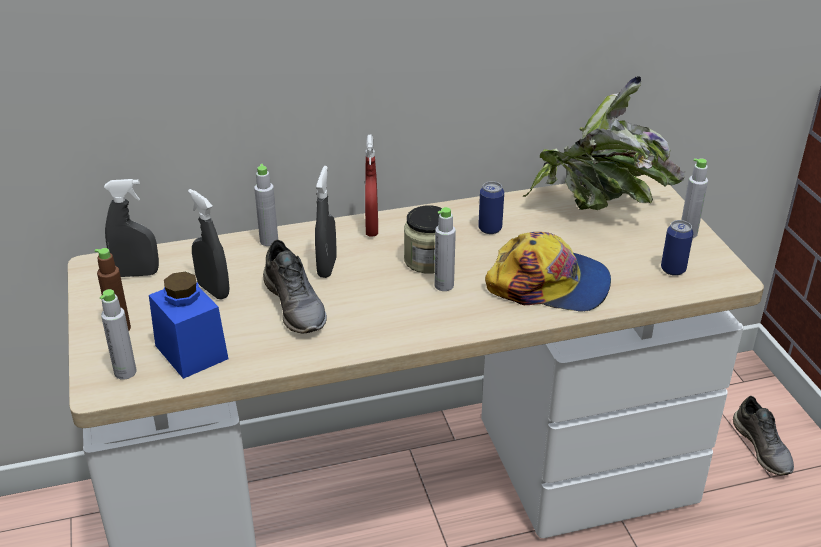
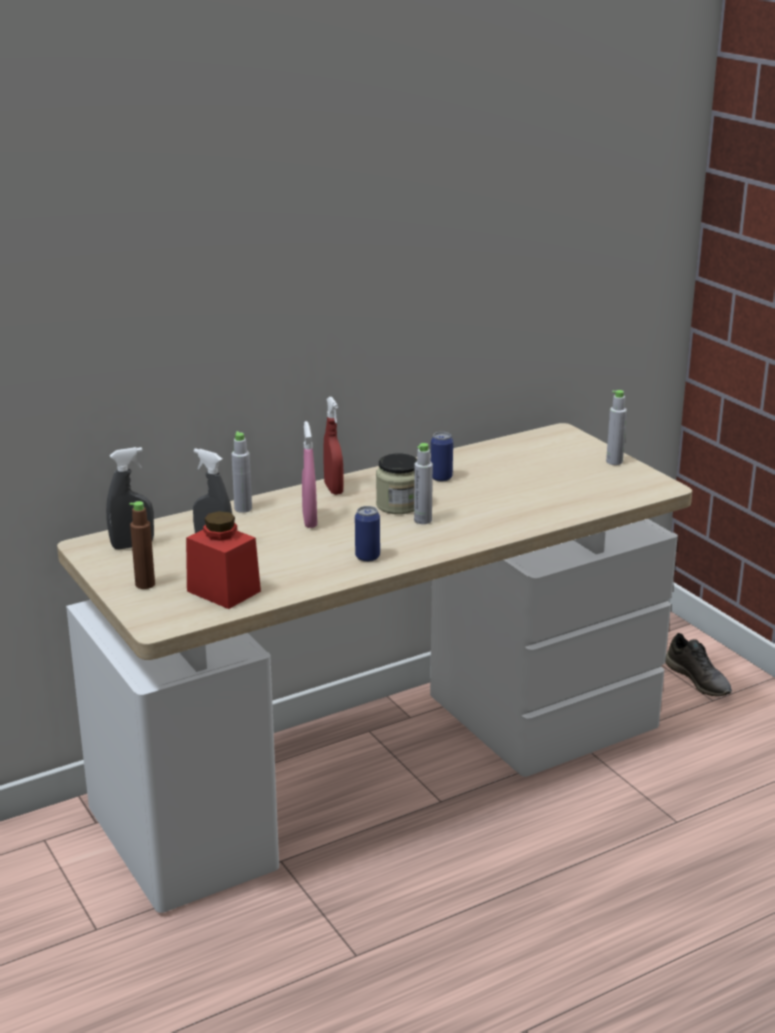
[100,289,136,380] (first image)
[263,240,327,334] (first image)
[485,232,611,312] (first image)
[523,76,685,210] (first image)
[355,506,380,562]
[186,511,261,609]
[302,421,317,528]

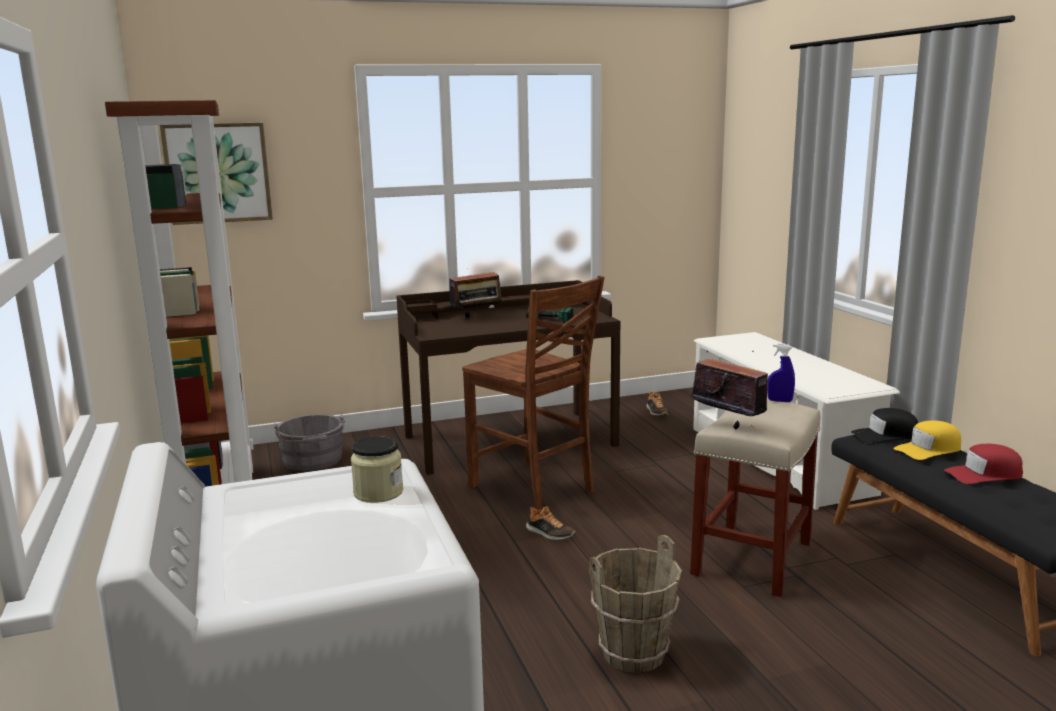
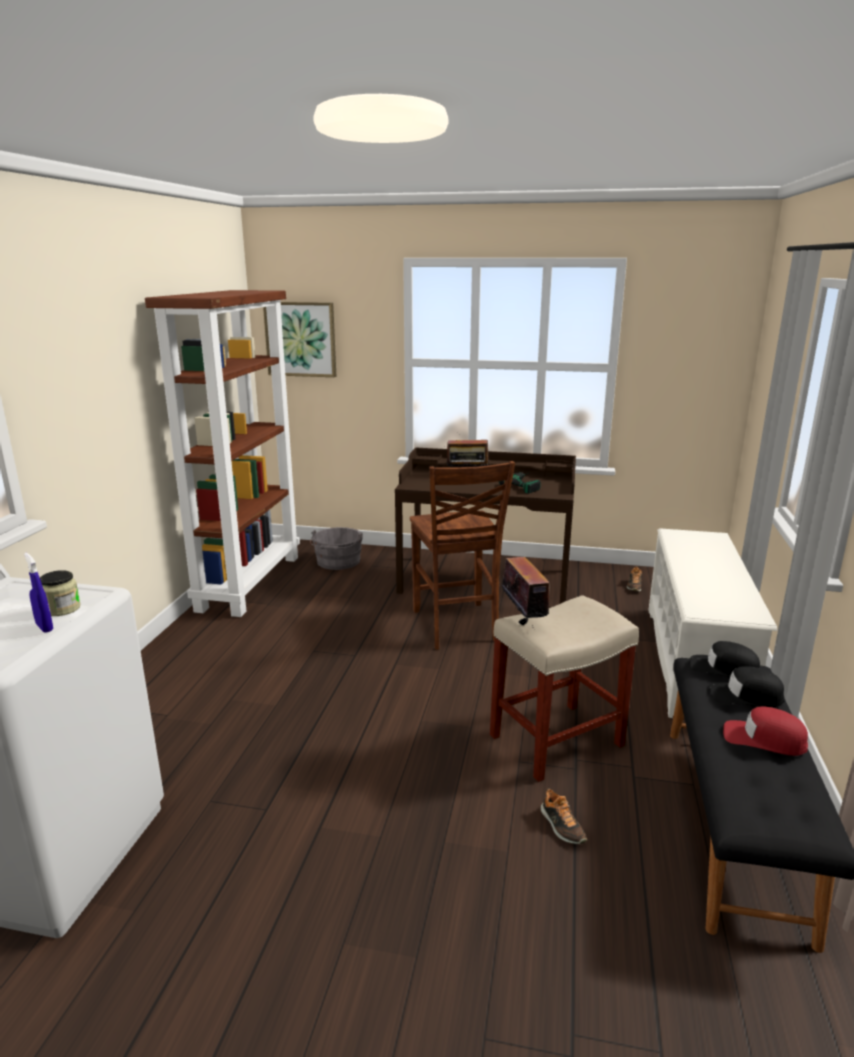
[590,535,682,673] (first image)
[541,788,587,844]
[24,553,53,633]
[708,666,785,707]

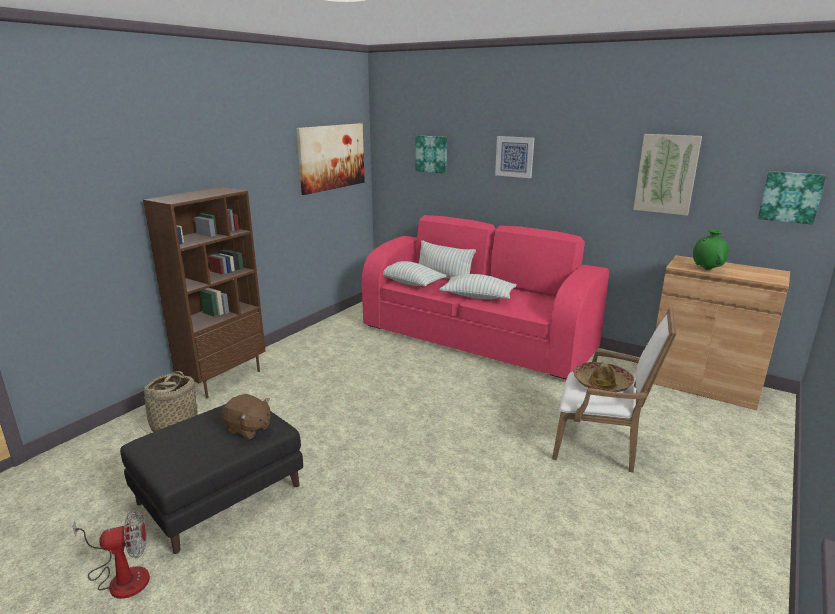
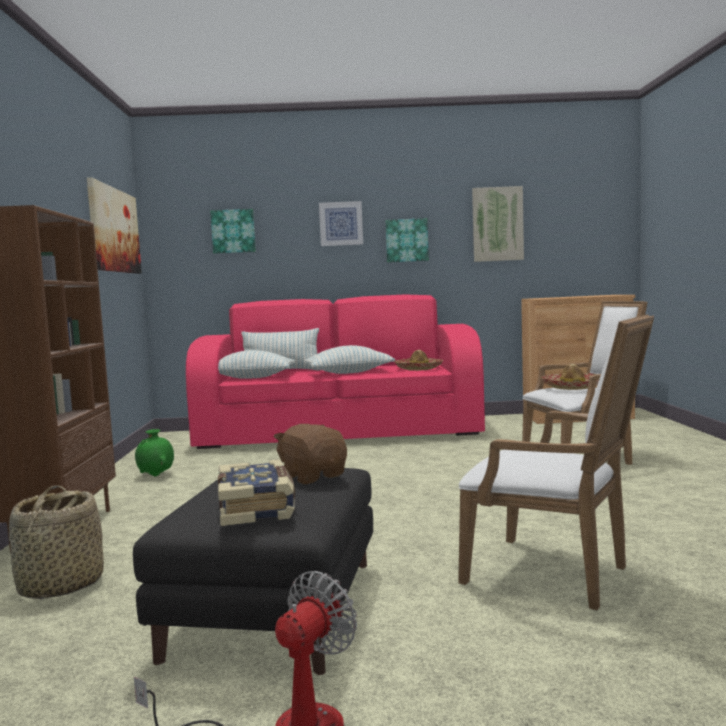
[218,460,295,526]
[394,350,443,371]
[458,314,654,610]
[135,429,174,476]
[385,218,429,262]
[274,424,347,484]

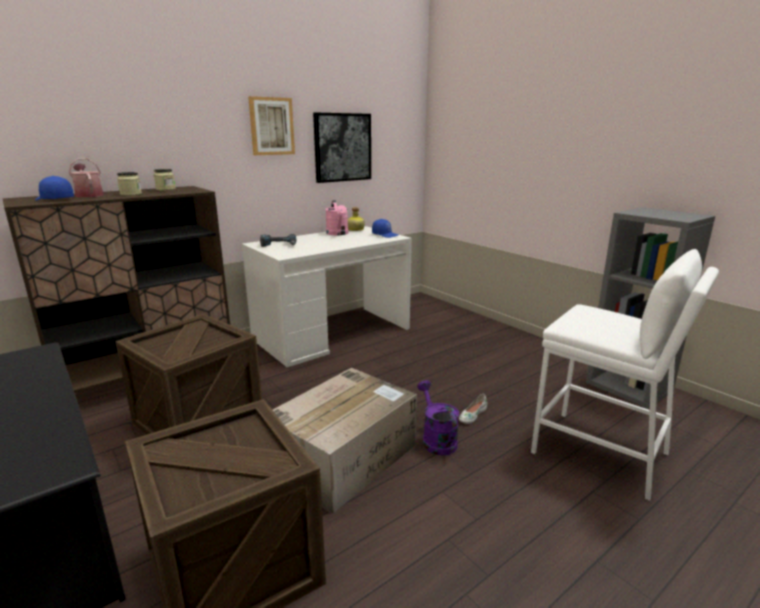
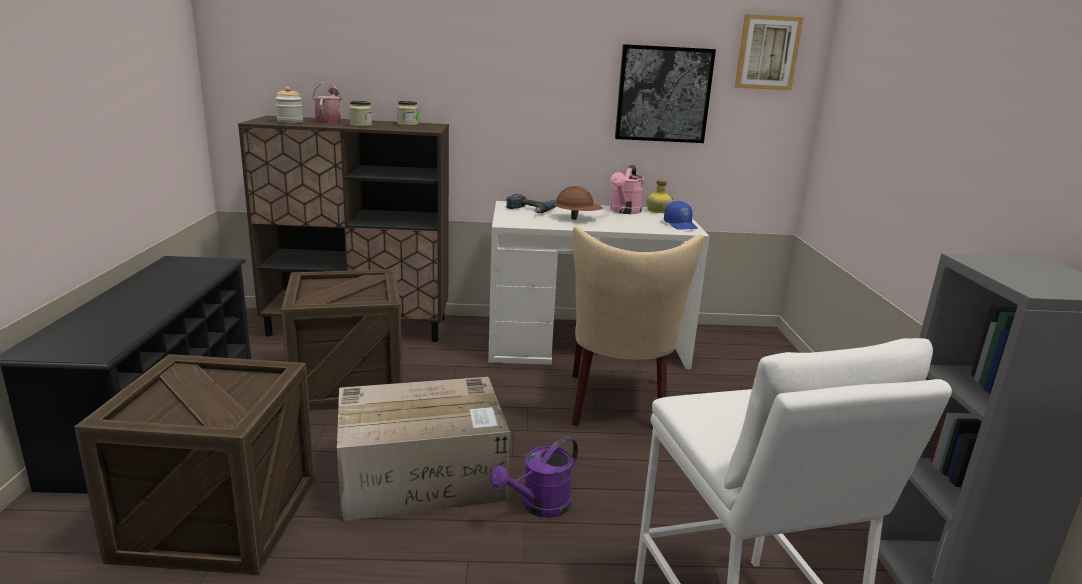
[459,394,487,424] (first image)
[554,186,602,220]
[572,226,704,427]
[735,14,803,90]
[275,87,303,123]
[490,436,578,518]

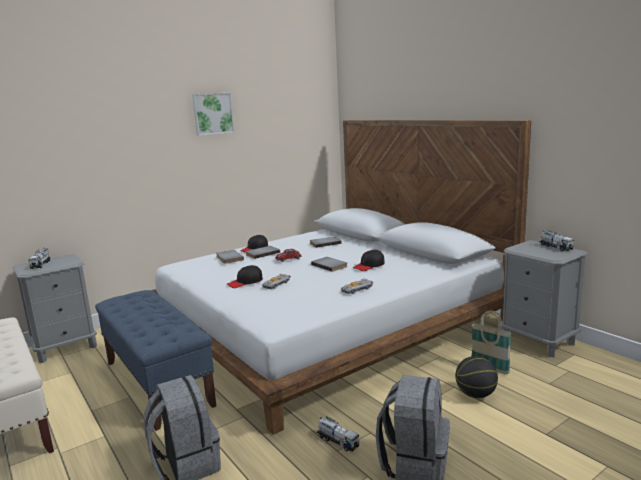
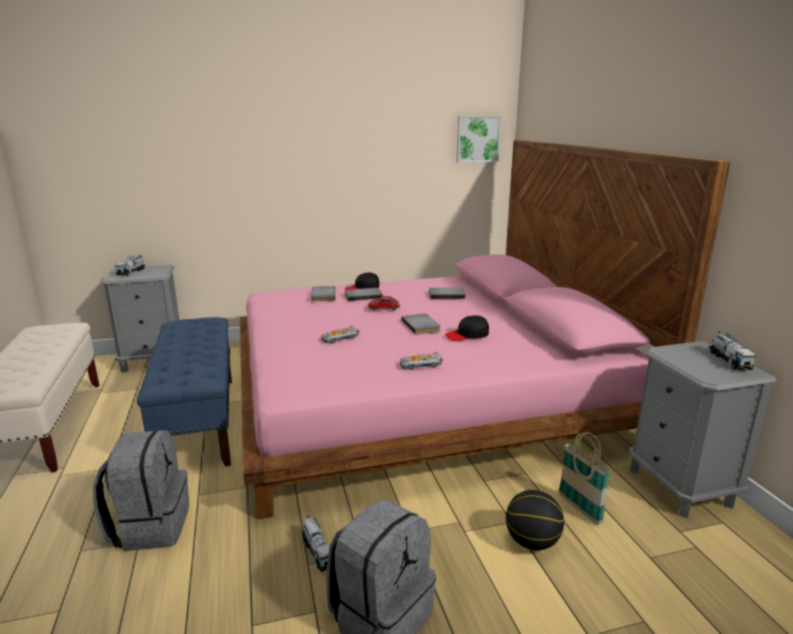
[227,265,263,288] (first image)
[456,116,501,163]
[240,140,730,519]

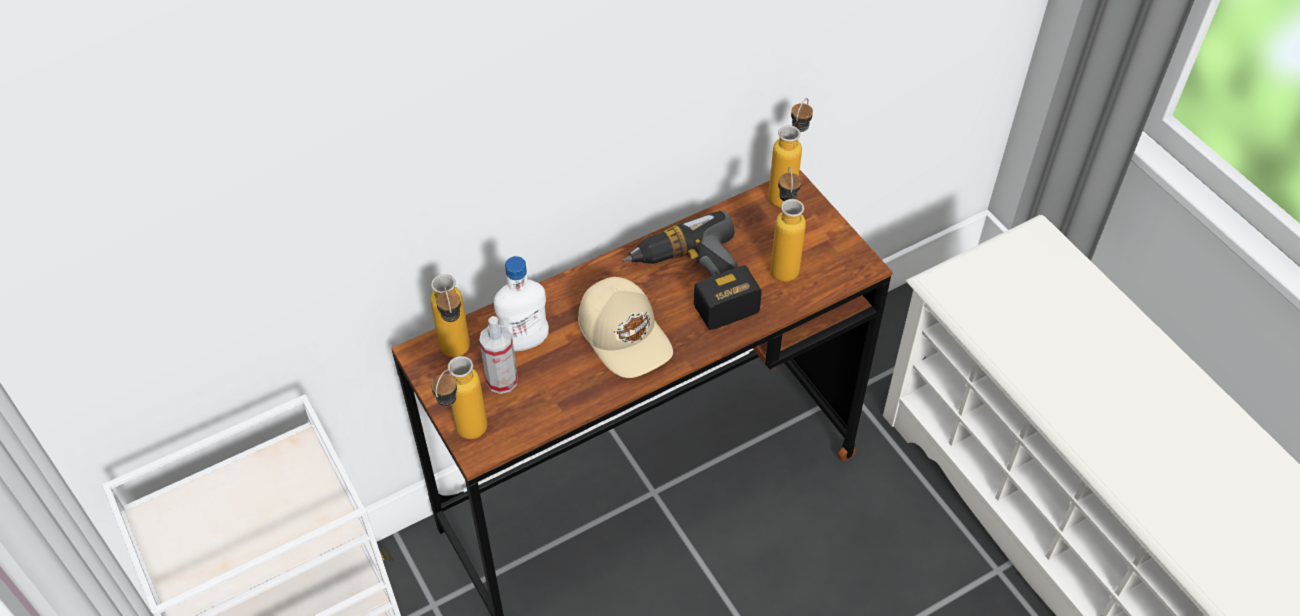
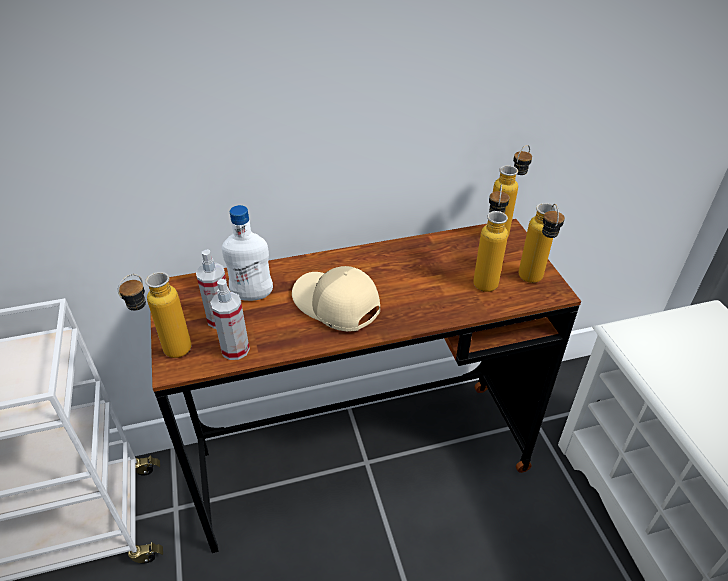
[623,211,762,330] (first image)
[210,279,250,360]
[518,203,565,283]
[292,266,380,331]

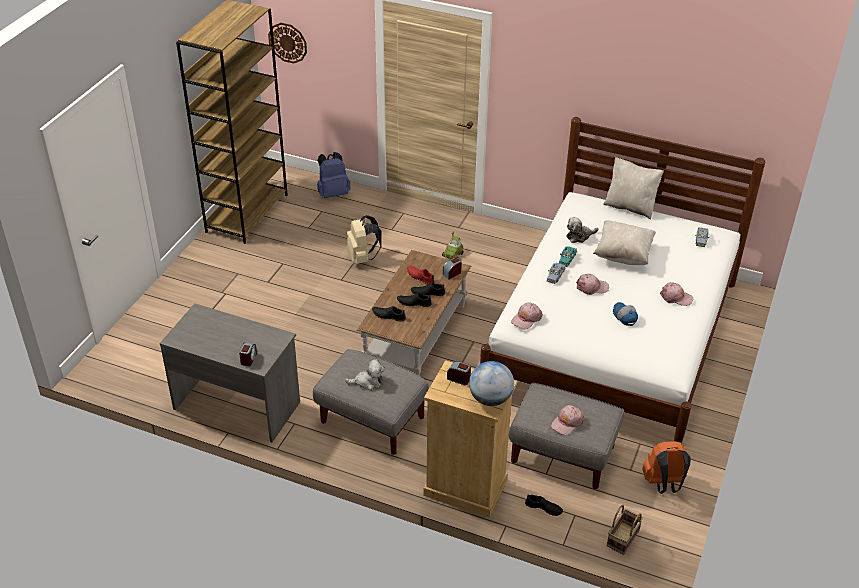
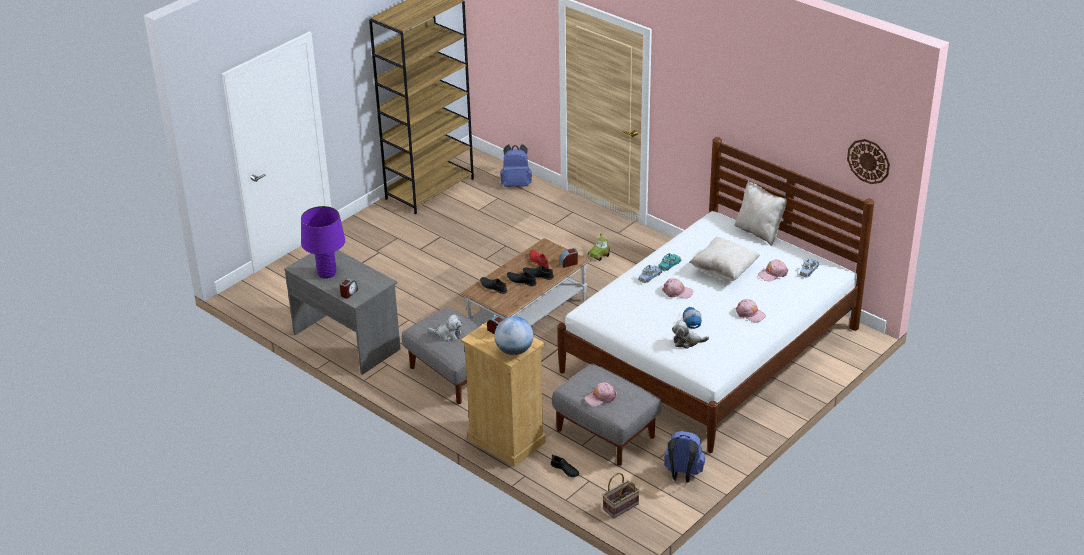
[347,215,382,264] (first image)
[301,206,345,279]
[847,139,890,184]
[758,259,788,282]
[672,320,709,349]
[664,431,705,483]

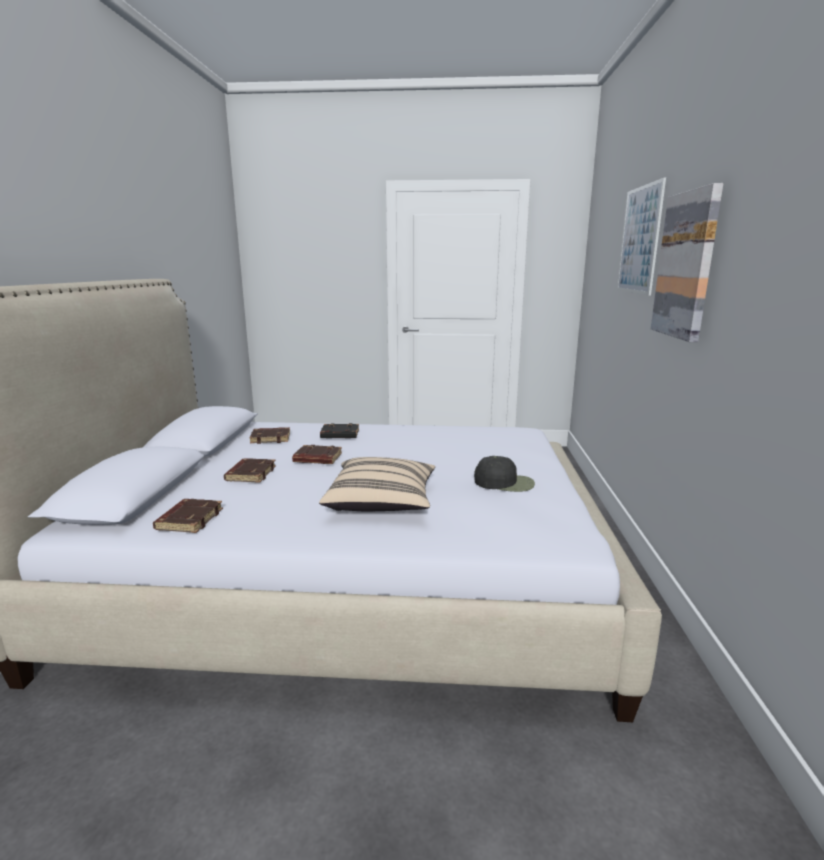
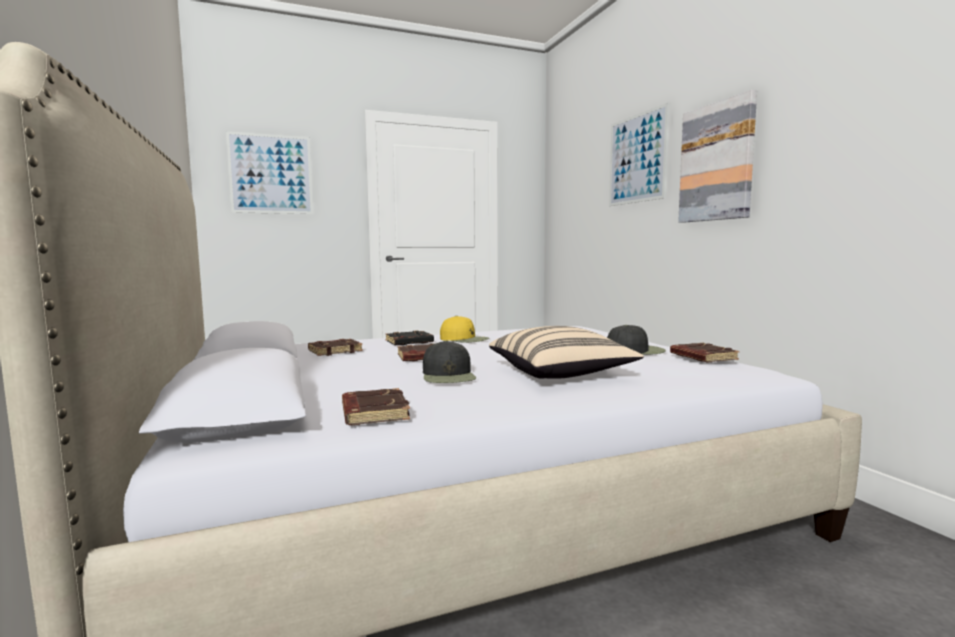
[226,131,313,214]
[423,341,476,383]
[440,316,489,343]
[670,343,739,362]

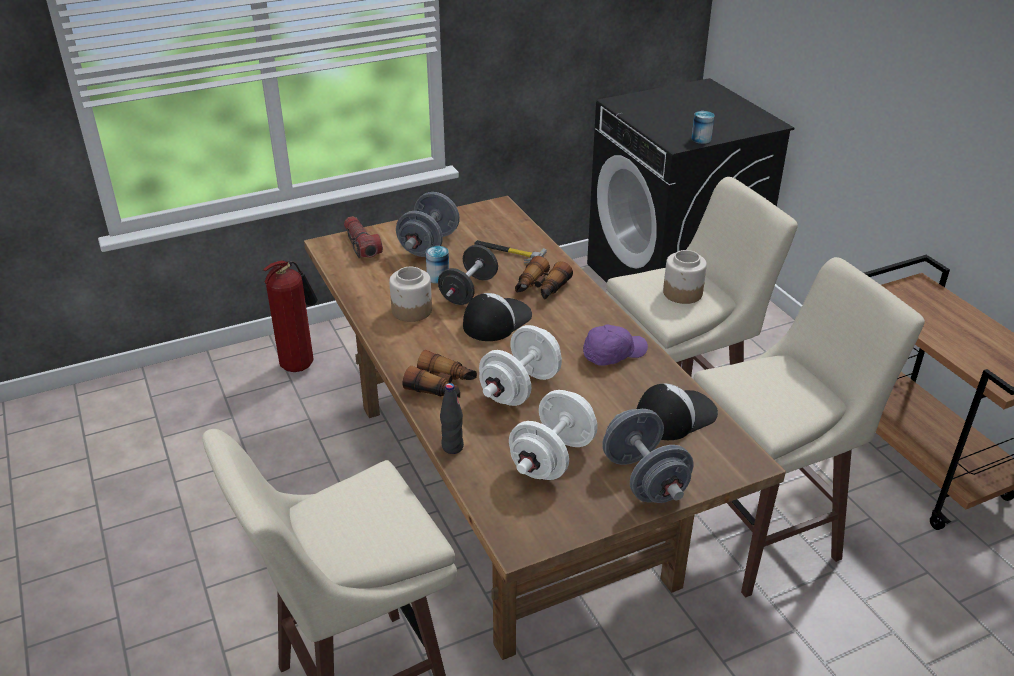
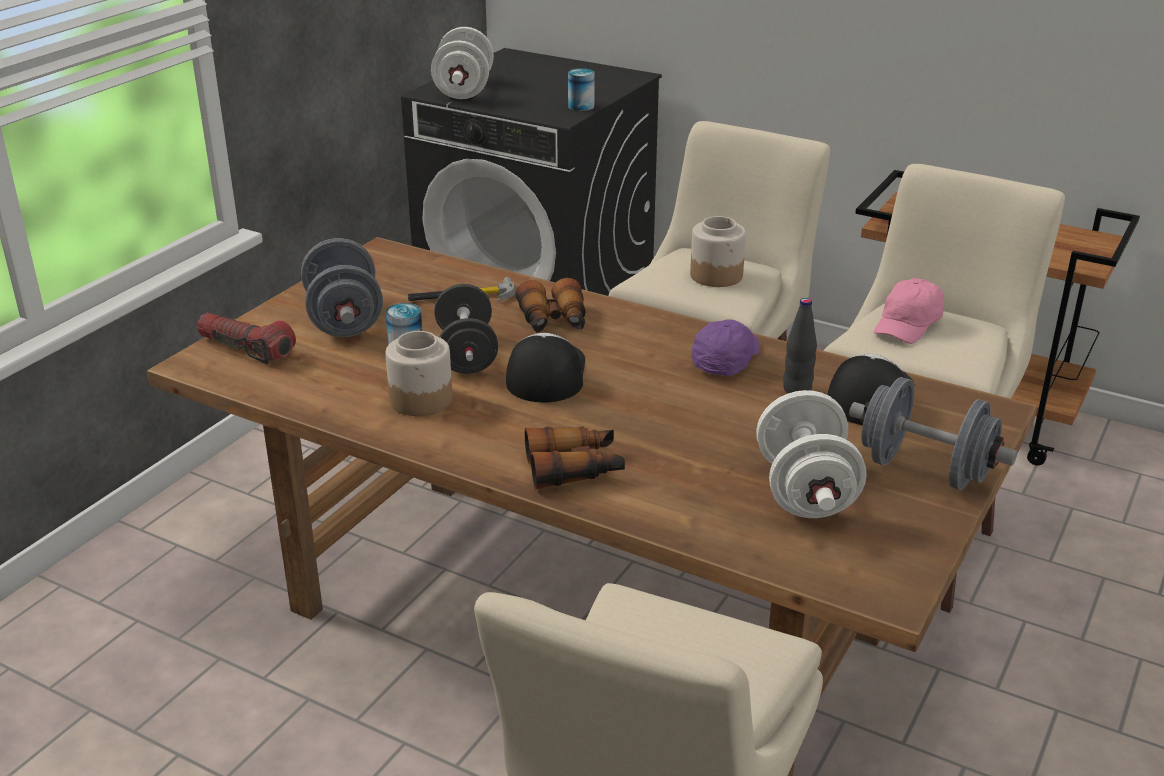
[263,260,318,372] (first image)
[874,278,944,344]
[783,298,817,393]
[431,27,494,99]

